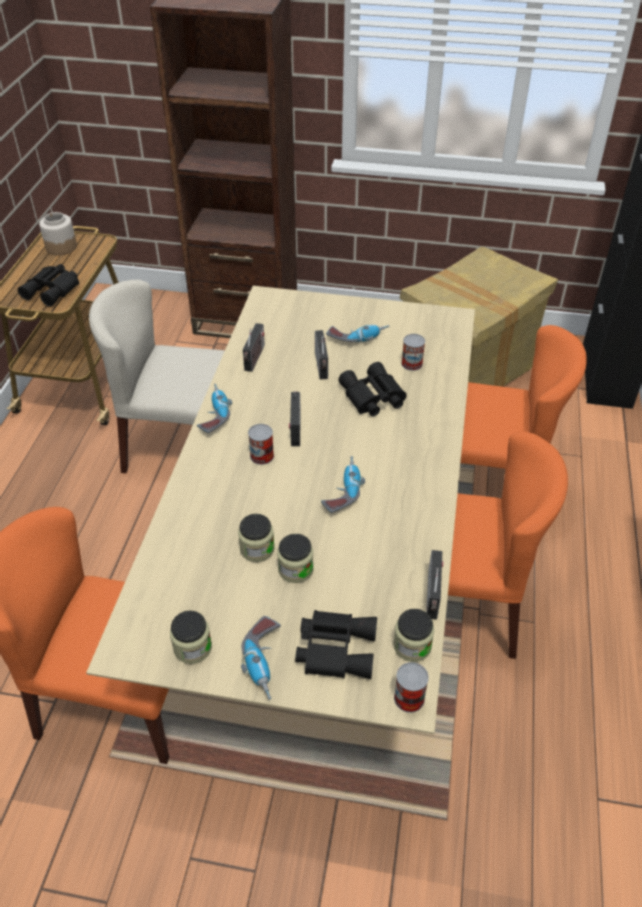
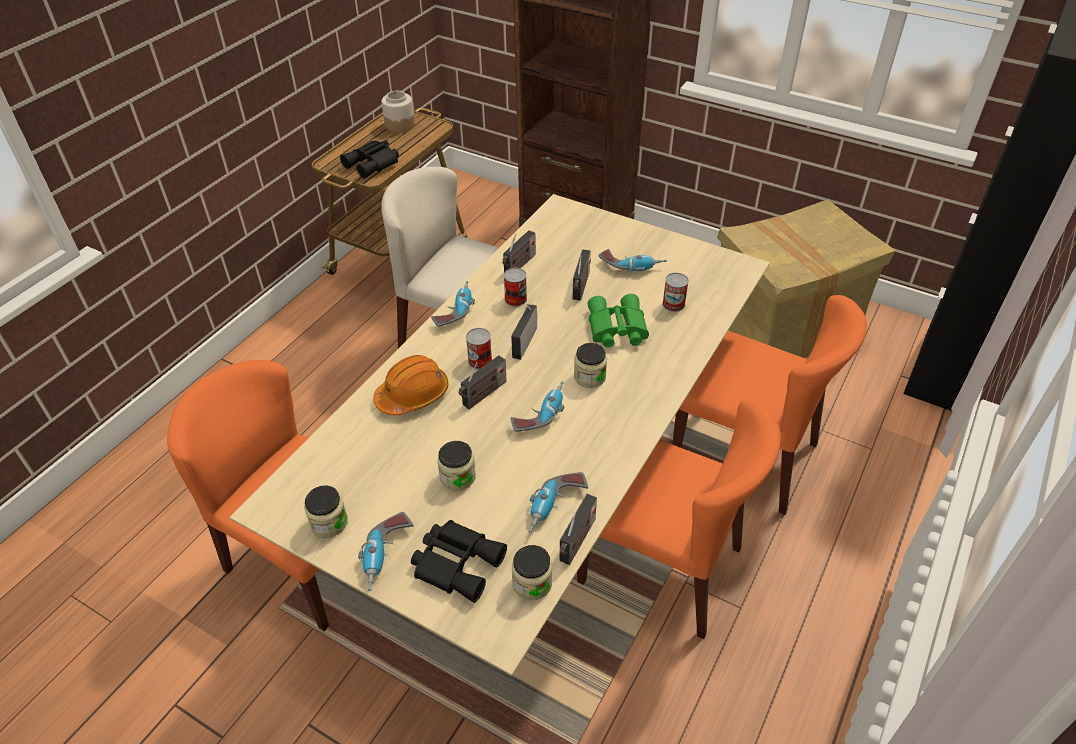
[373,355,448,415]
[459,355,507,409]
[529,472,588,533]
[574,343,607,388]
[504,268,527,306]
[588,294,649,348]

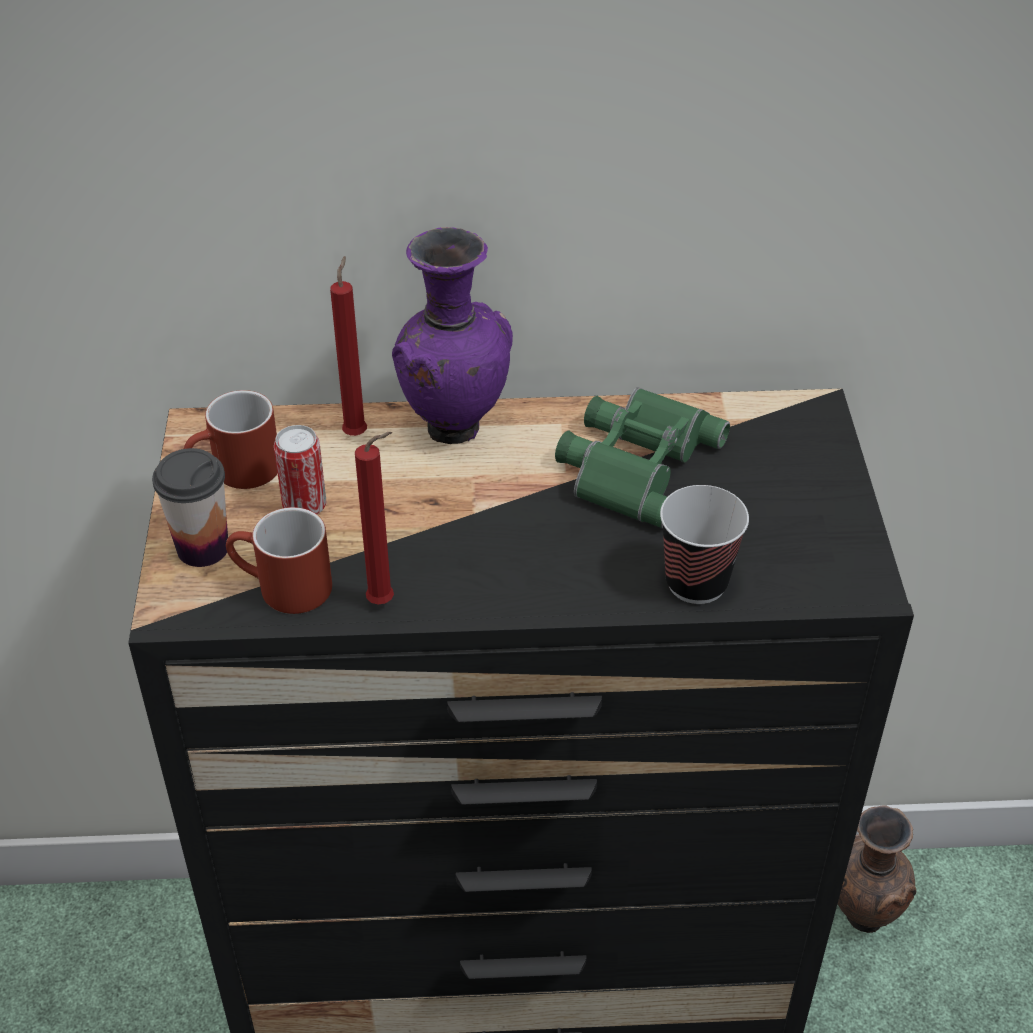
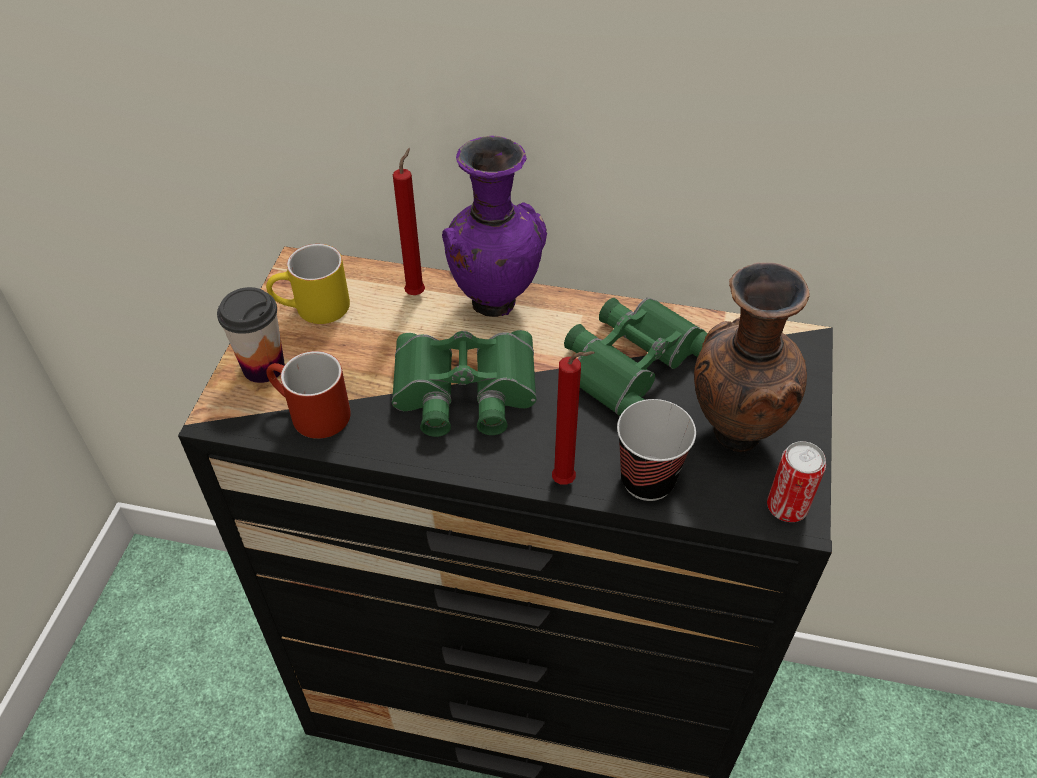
[392,330,536,437]
[767,441,826,522]
[552,351,595,485]
[694,263,810,453]
[266,244,350,324]

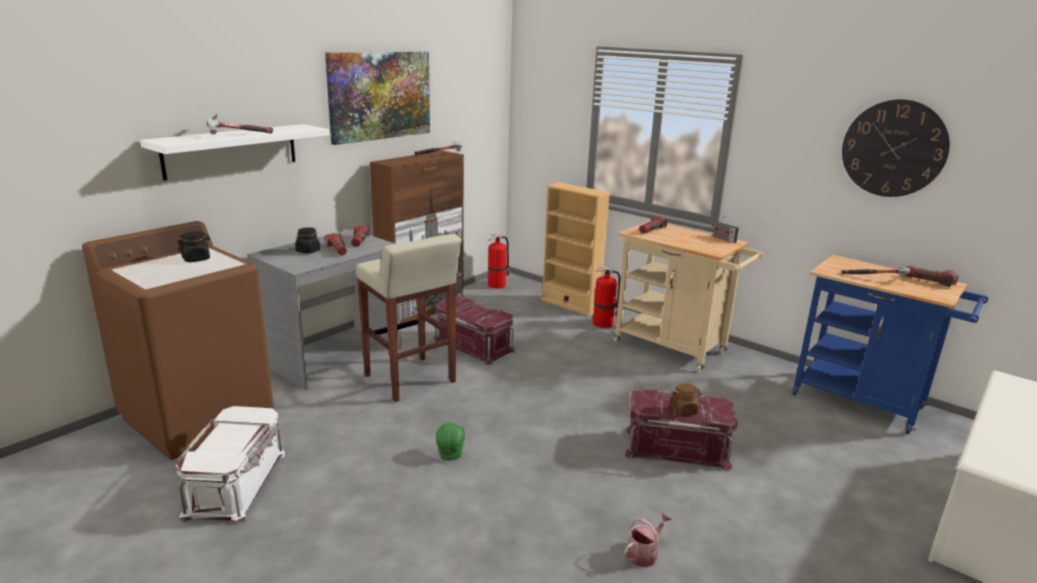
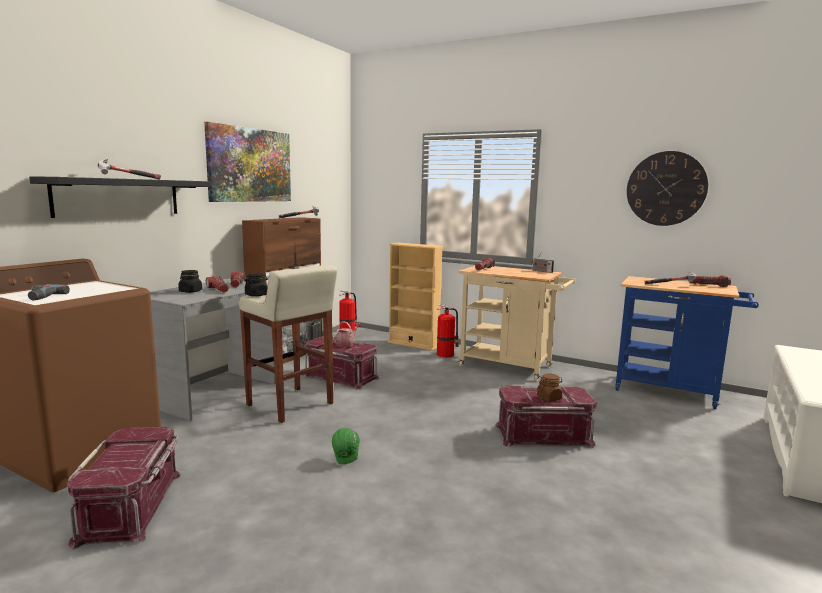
[28,284,70,300]
[245,273,268,297]
[333,321,362,347]
[29,176,211,218]
[67,427,181,549]

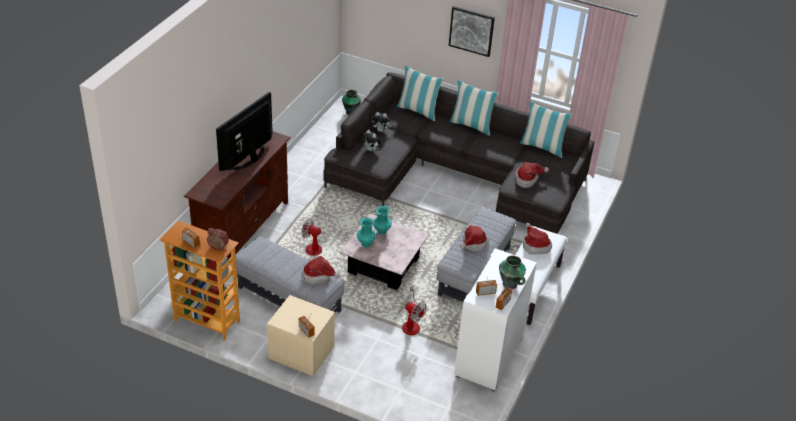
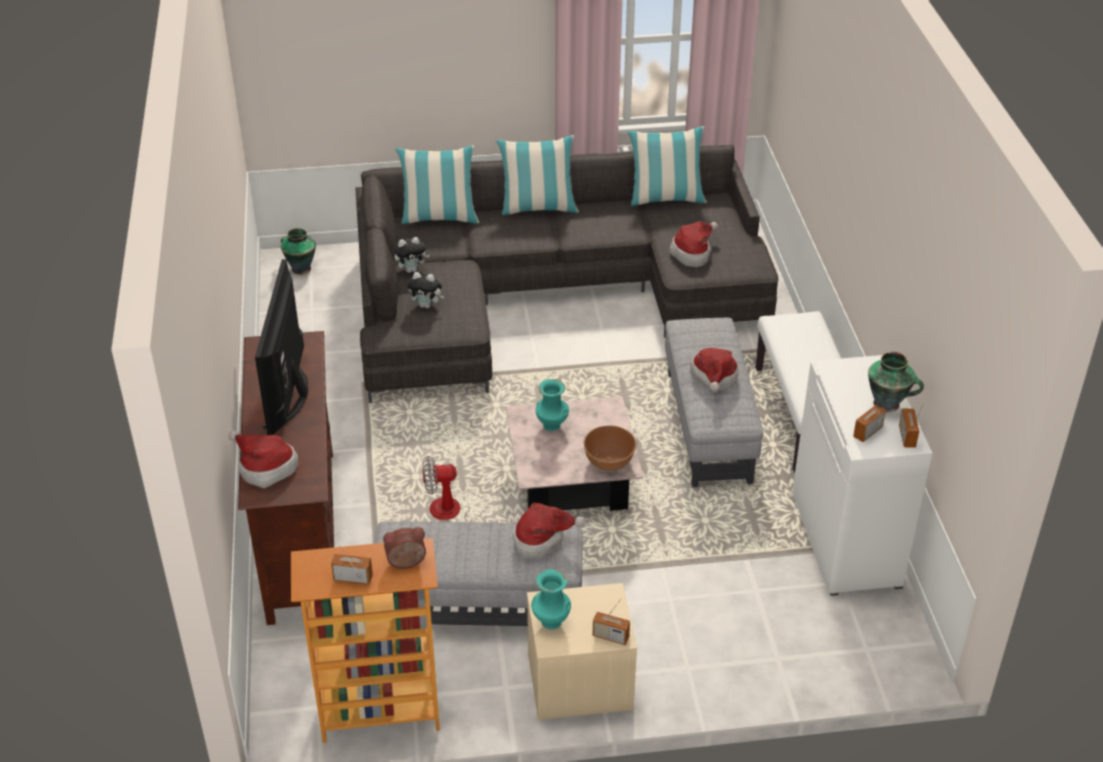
[402,286,427,335] (first image)
[449,6,495,57] (first image)
[584,425,636,471]
[531,570,571,630]
[228,430,298,488]

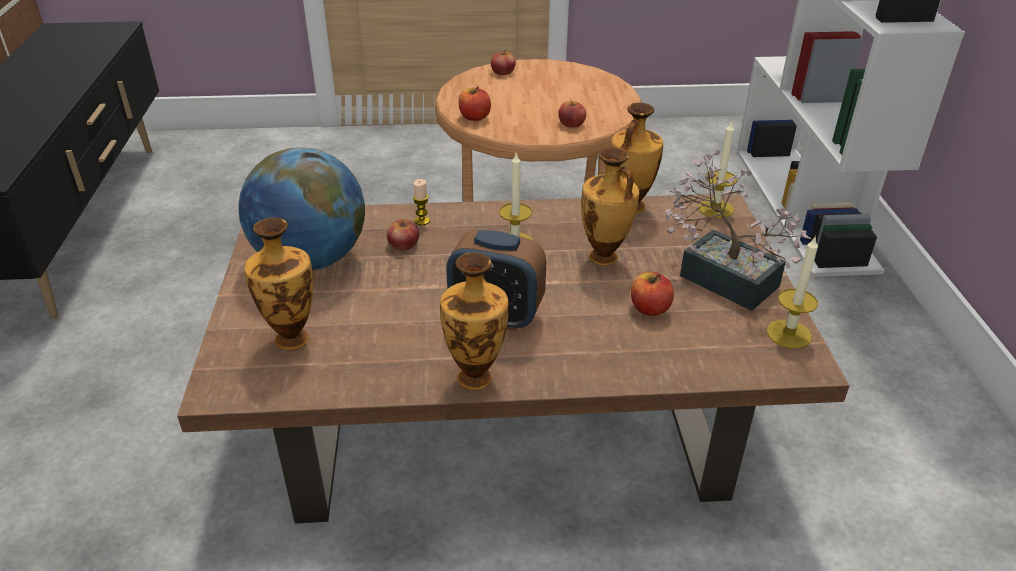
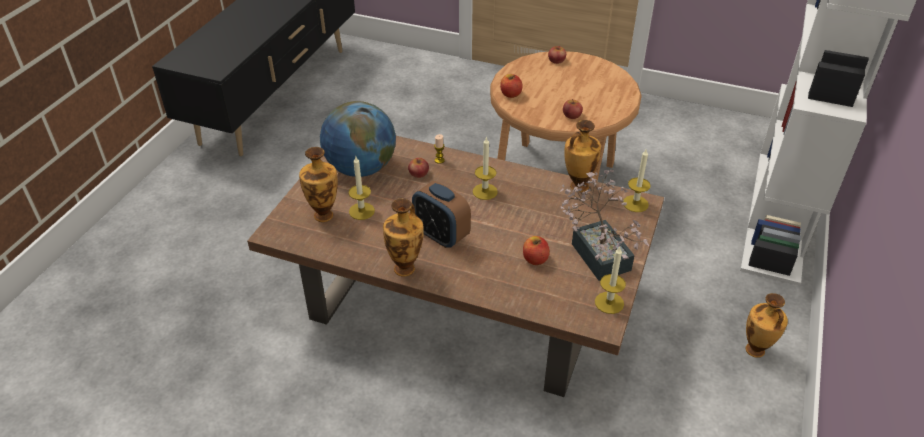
[349,157,375,220]
[745,293,788,358]

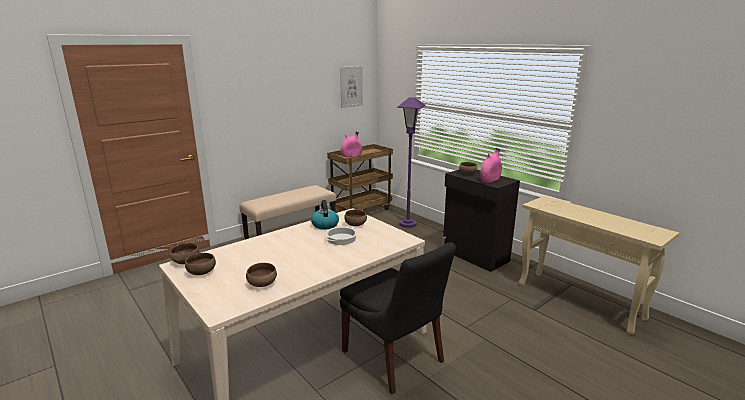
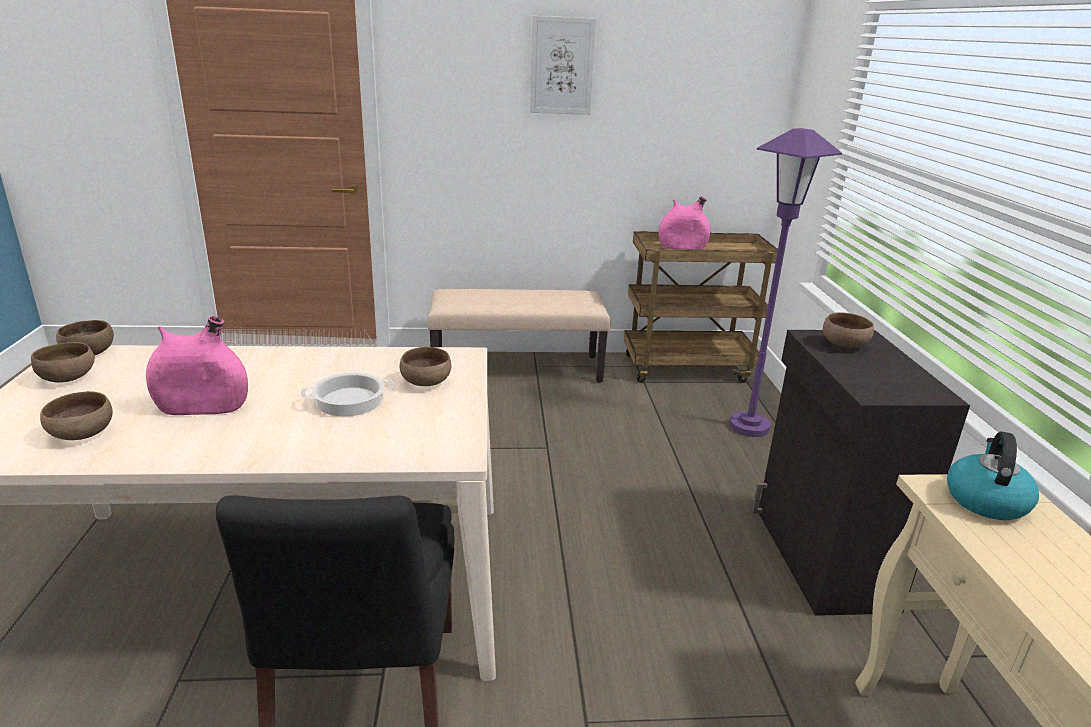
[947,431,1039,520]
[530,16,596,115]
[146,316,248,415]

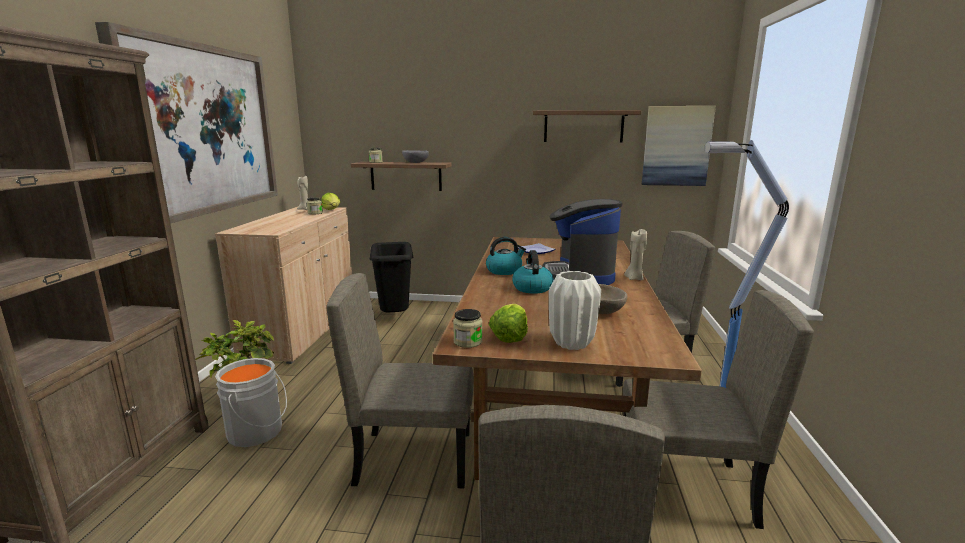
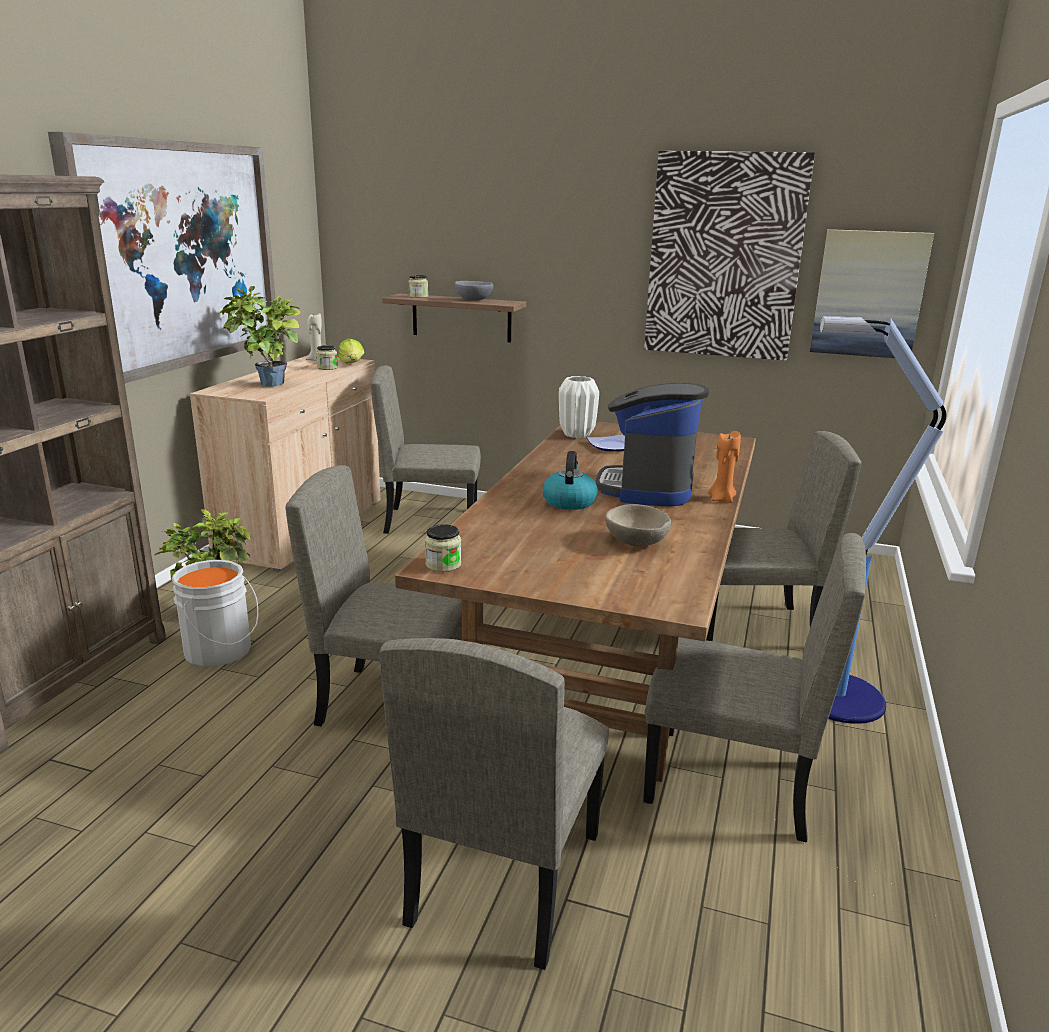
[486,237,526,275] (first image)
[489,304,528,343] (first image)
[220,286,301,387]
[559,376,599,438]
[371,366,481,534]
[644,151,815,361]
[709,431,741,503]

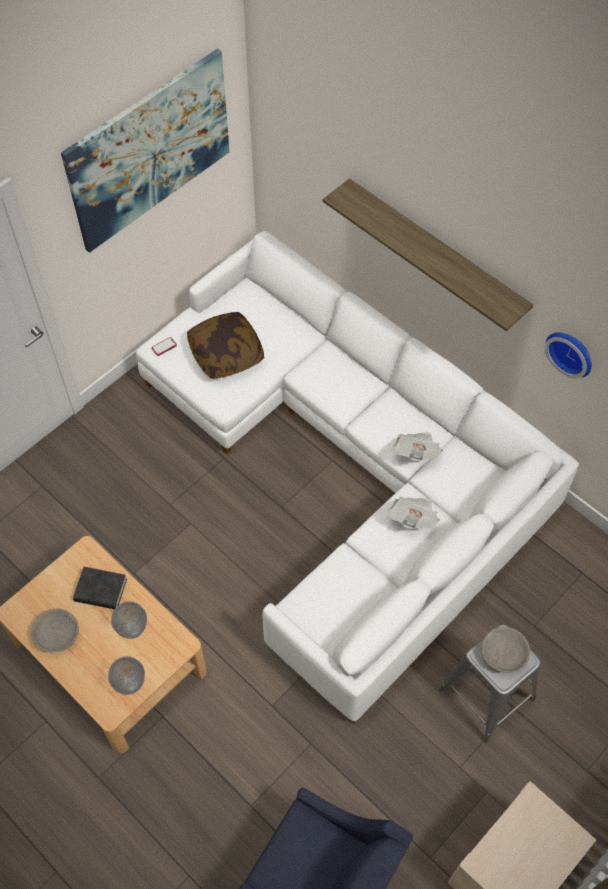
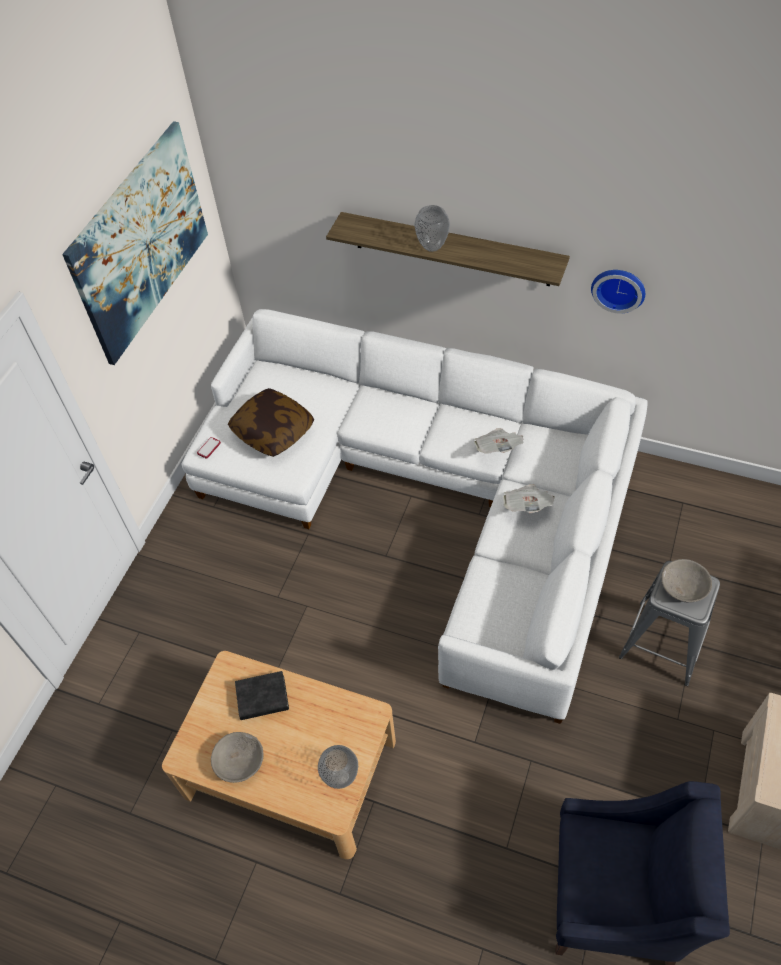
[414,205,450,252]

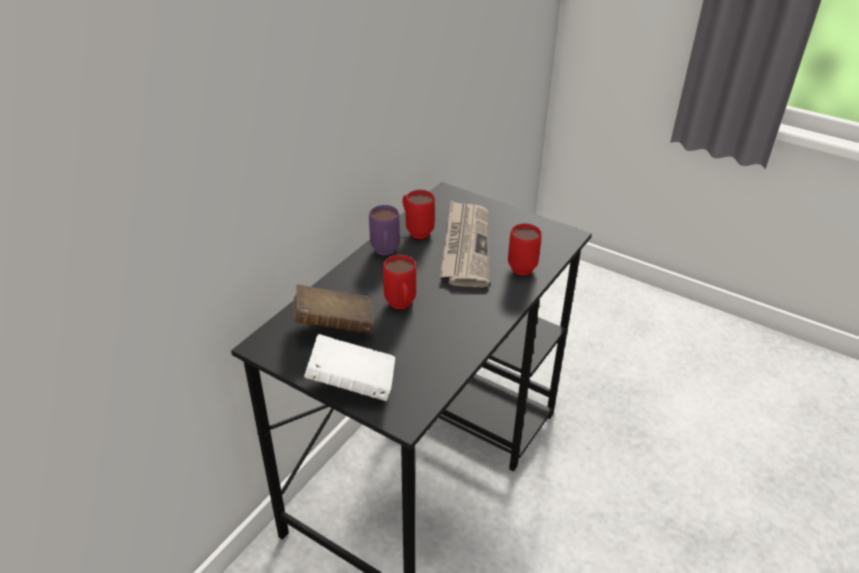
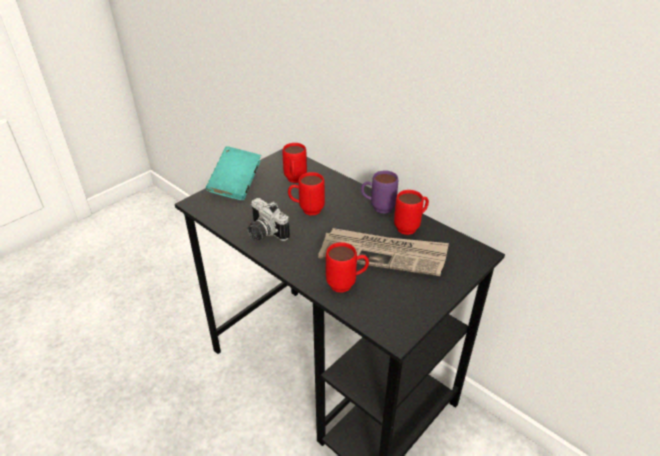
[248,198,290,241]
[282,143,307,183]
[206,146,261,200]

